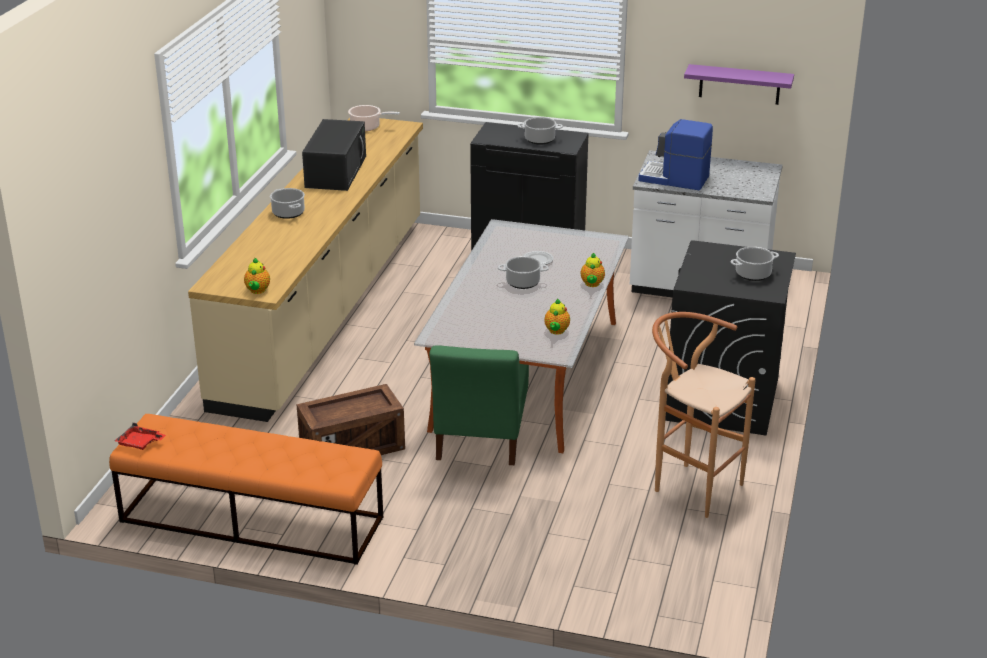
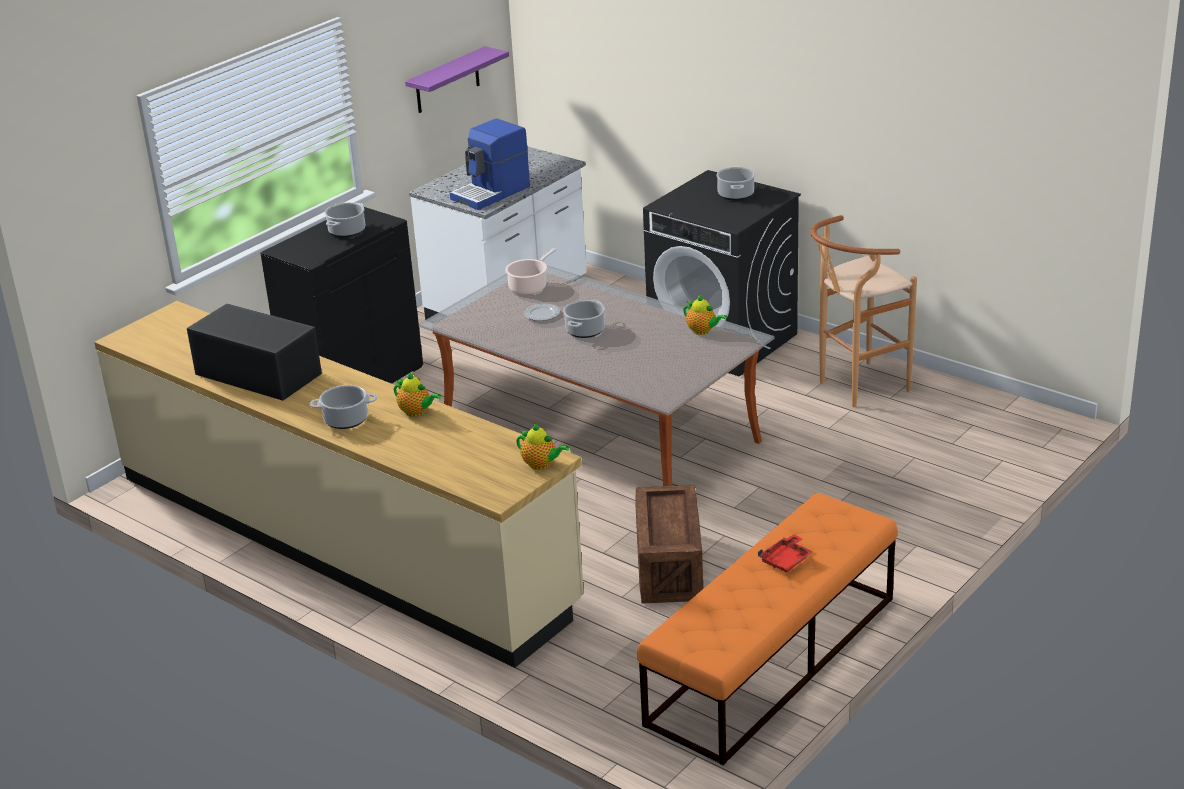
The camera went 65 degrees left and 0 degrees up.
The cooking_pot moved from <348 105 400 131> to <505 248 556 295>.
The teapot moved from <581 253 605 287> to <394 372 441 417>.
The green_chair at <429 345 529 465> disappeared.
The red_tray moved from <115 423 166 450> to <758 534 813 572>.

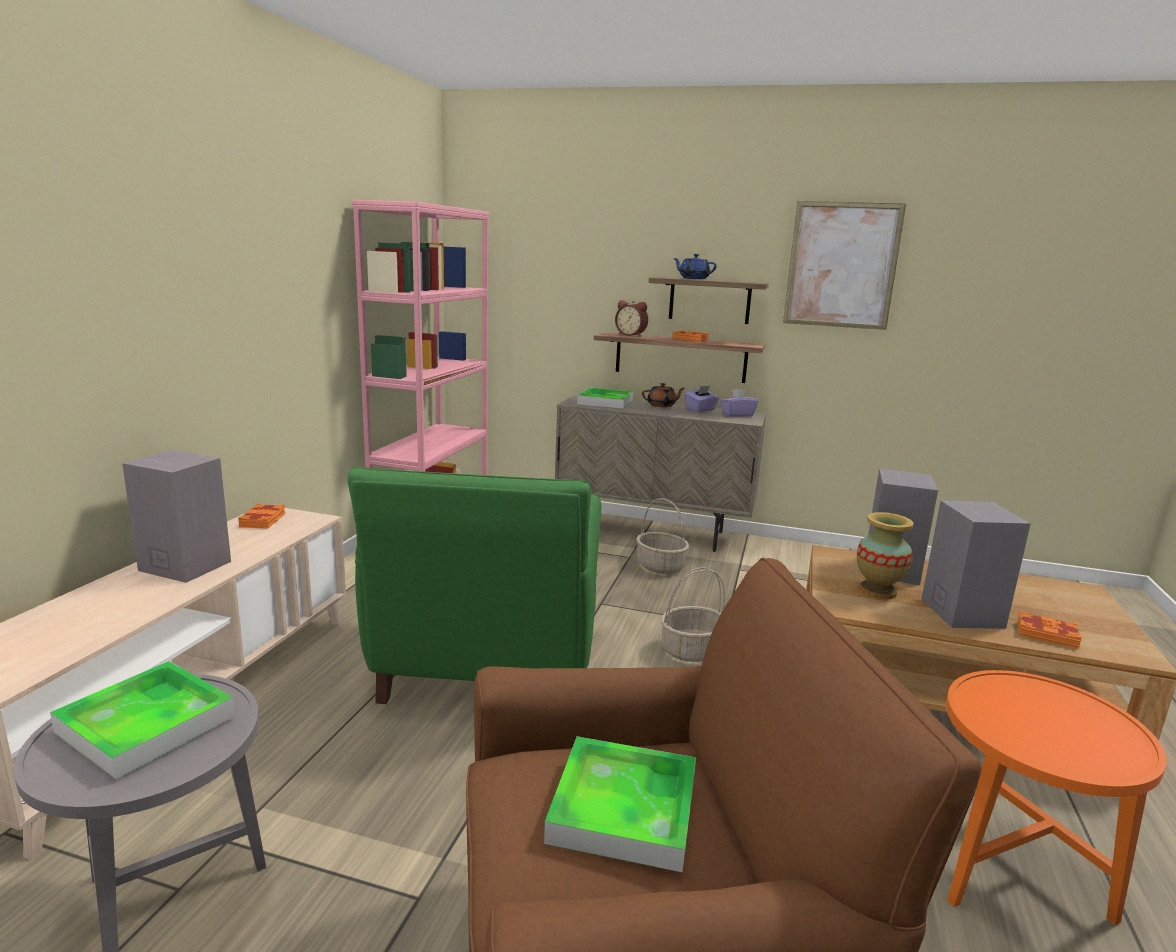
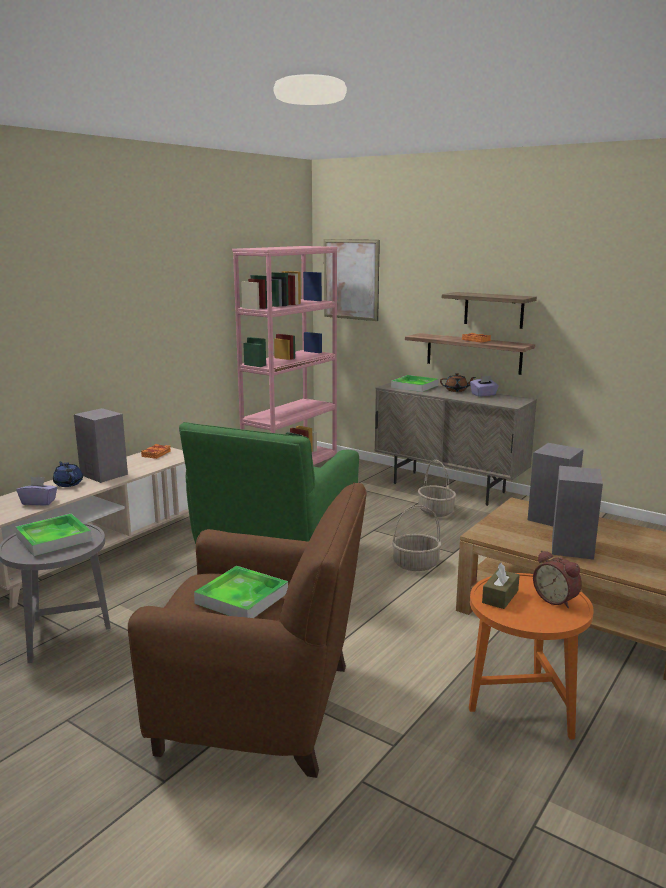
The camera went 20 degrees right and 0 degrees up.
The picture moved from <783 201 906 330> to <324 239 380 321>.
The blue_teapot moved from <673 254 717 279> to <53 461 83 487>.
The alarm_clock moved from <615 300 648 337> to <533 550 582 608>.
The purple_tissue_box moved from <720 389 758 417> to <17 477 57 505>.
The vase at <857 512 914 600> disappeared.
The orange_book at <1017 611 1082 649> disappeared.
The brown_tissue_box at <482 563 520 609> appeared.

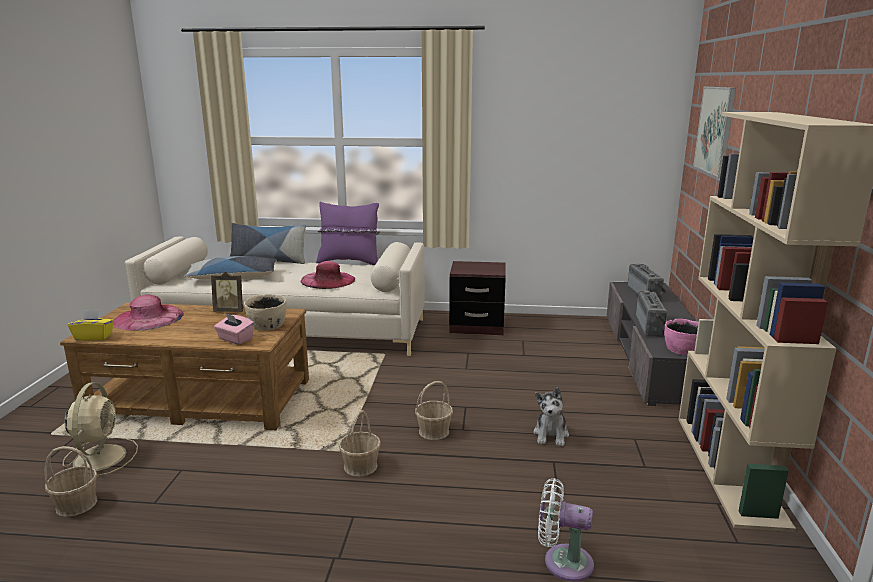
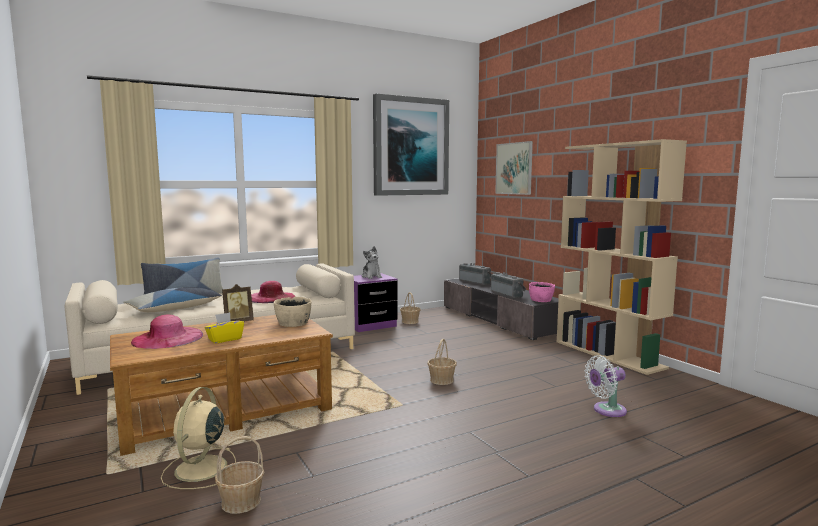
The camera went 35 degrees left and 10 degrees down.
The purple_pillow at <316 201 380 265> disappeared.
The brown_nightstand at <449 261 506 335> became the purple_nightstand at <354 273 398 332>.
The yellow_tissue_box moved from <68 310 114 341> to <205 312 244 343>.
The pink_tissue_box at <214 313 254 344> disappeared.
The beige_fan at <63 382 138 476> turned 135 degrees counterclockwise.
The plush_toy moved from <533 387 569 446> to <362 246 382 279>.
The basket moved from <339 410 381 477> to <400 292 421 324>.
The picture at <373 94 449 196> appeared.

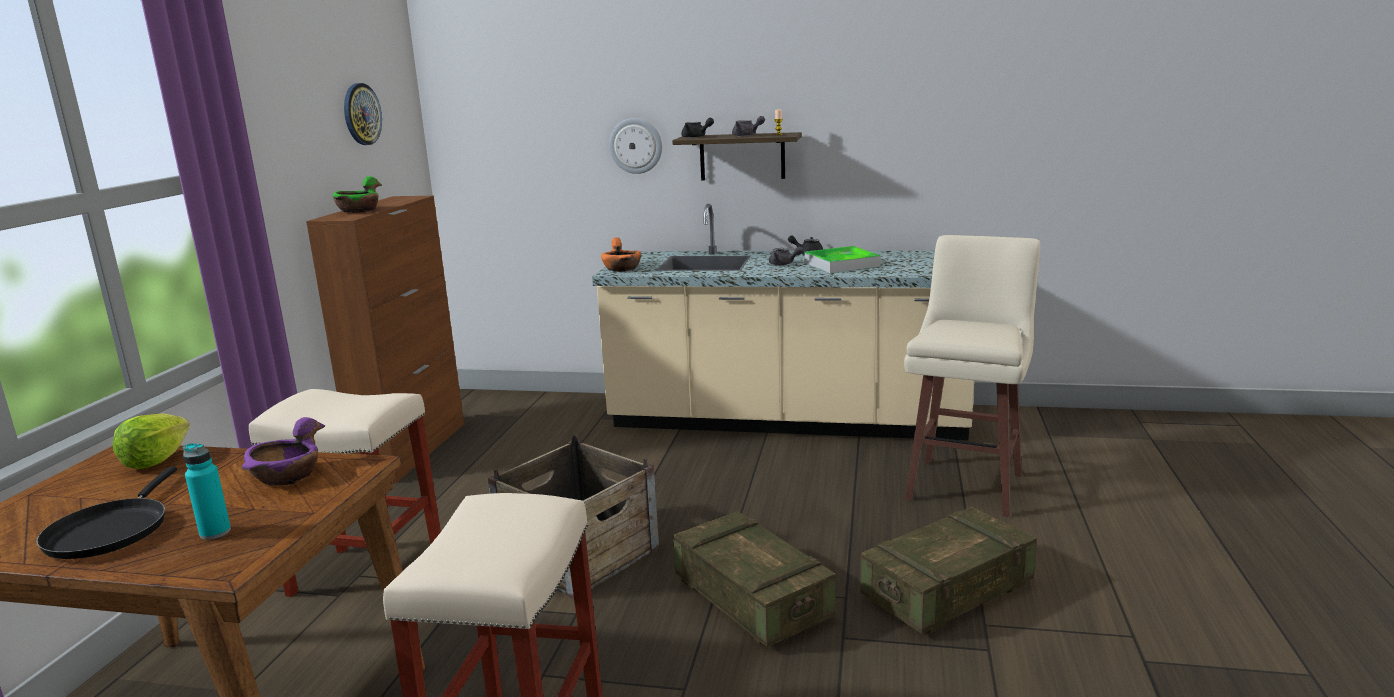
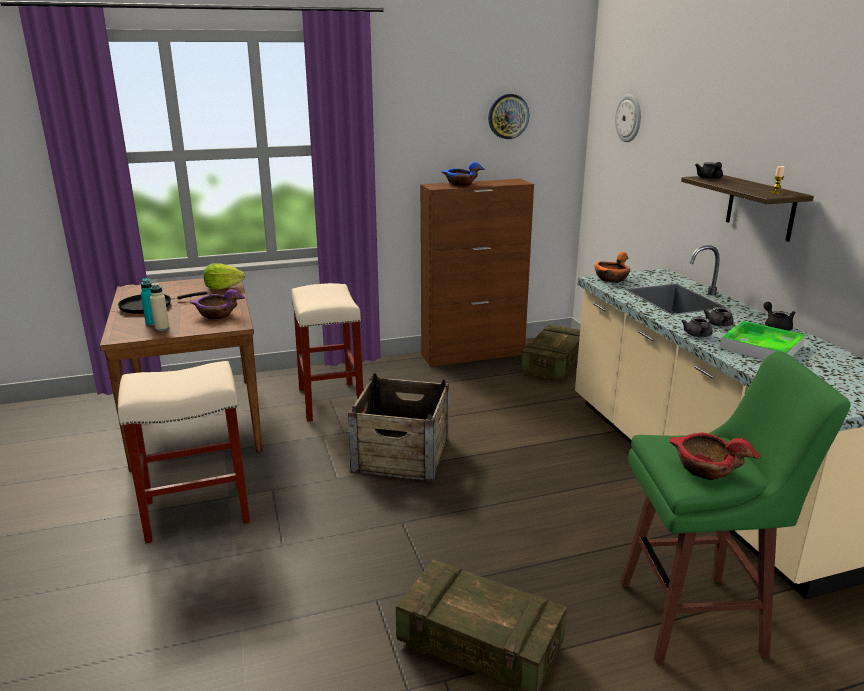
The camera went 60 degrees right and 5 degrees up.
The grey_teapot moved from <732 116 765 136> to <681 317 713 337>.
The wall_clock moved from <609 118 662 174> to <615 94 641 142>.
The green_bowl at <333 176 382 213> became the blue_bowl at <441 162 485 186>.
The beige_stool at <904 235 1040 517> became the green_stool at <620 351 851 664>.
The crate moved from <673 511 836 647> to <521 325 580 381>.
The beige_bottle at <150 282 170 331> appeared.
The red_bowl at <669 433 761 480> appeared.

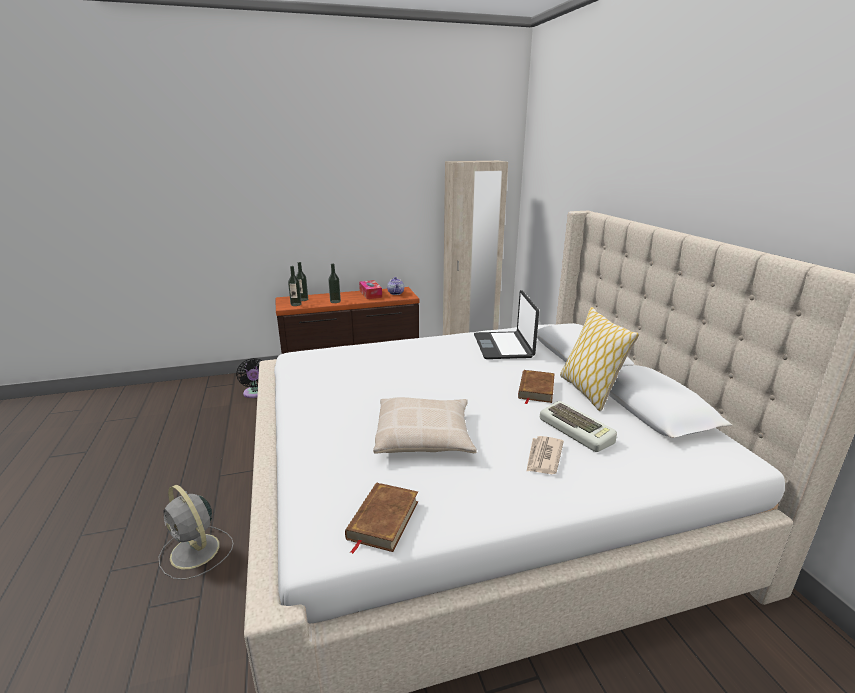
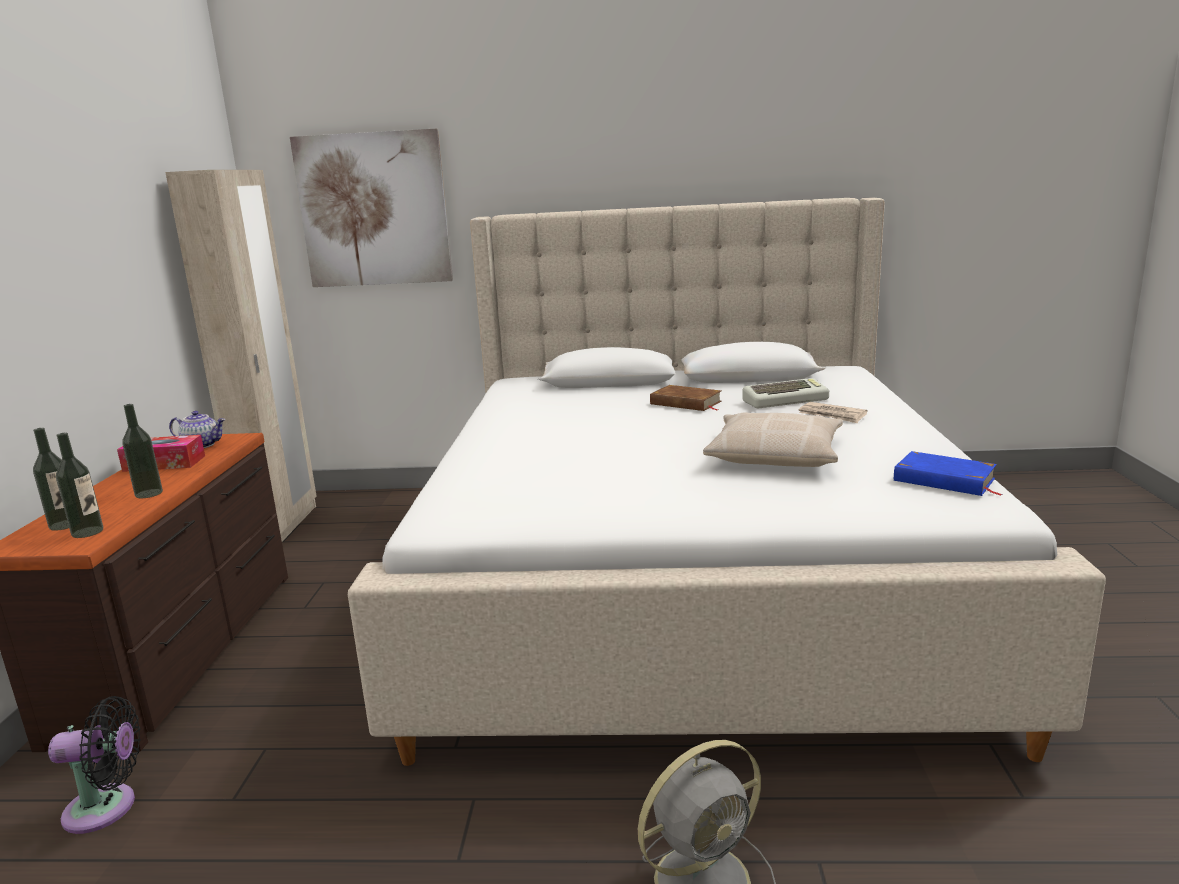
The camera went 70 degrees left and 5 degrees down.
The laptop at <474 290 539 359> disappeared.
The pillow at <560 307 639 411> disappeared.
The brown_book at <345 482 418 554> became the blue_book at <894 451 1002 496>.
The picture at <290 128 453 287> appeared.

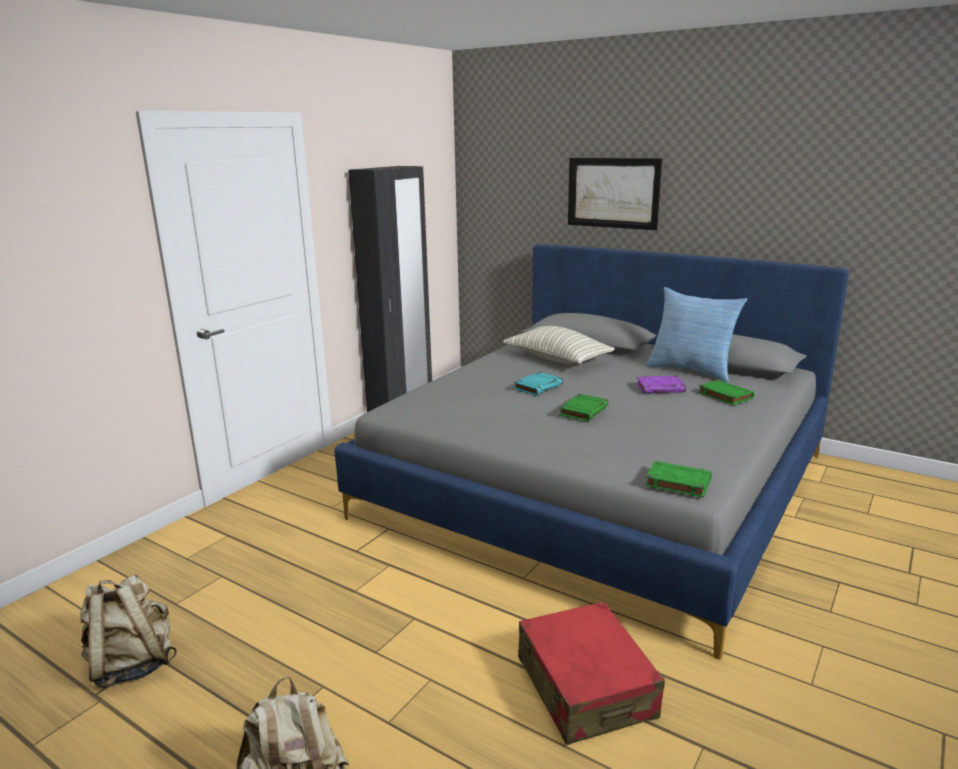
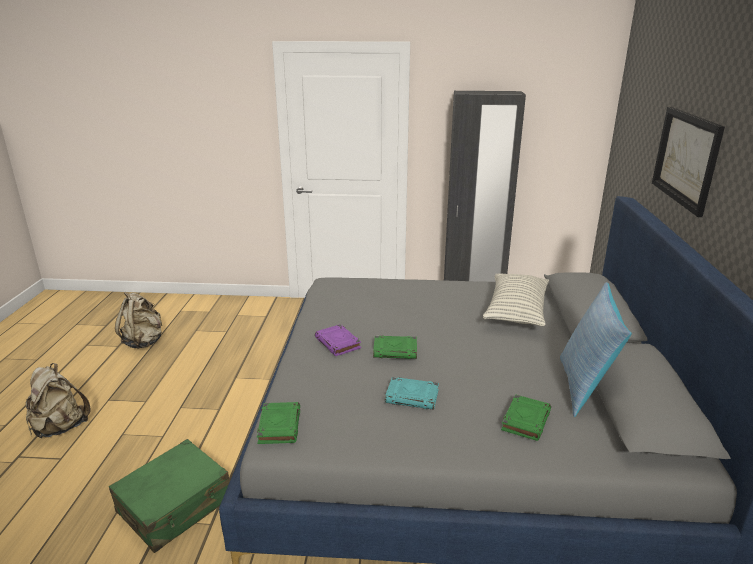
The camera went 60 degrees right and 5 degrees up.
The turquoise_book moved from <513 372 563 396> to <385 377 439 410>.
The purple_book moved from <636 375 686 394> to <315 324 361 356>.
The red_suitcase at <518 601 665 745> became the green_suitcase at <109 439 230 553>.

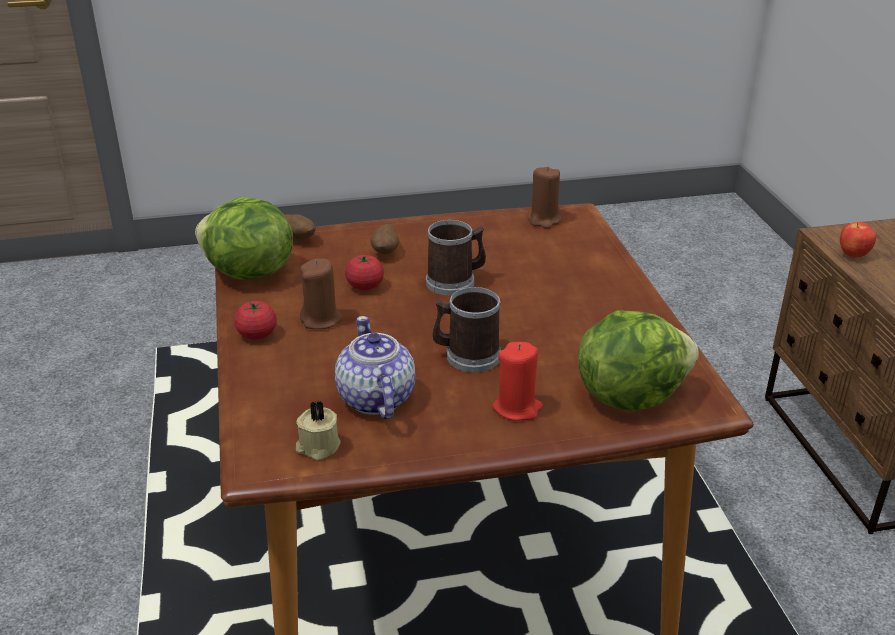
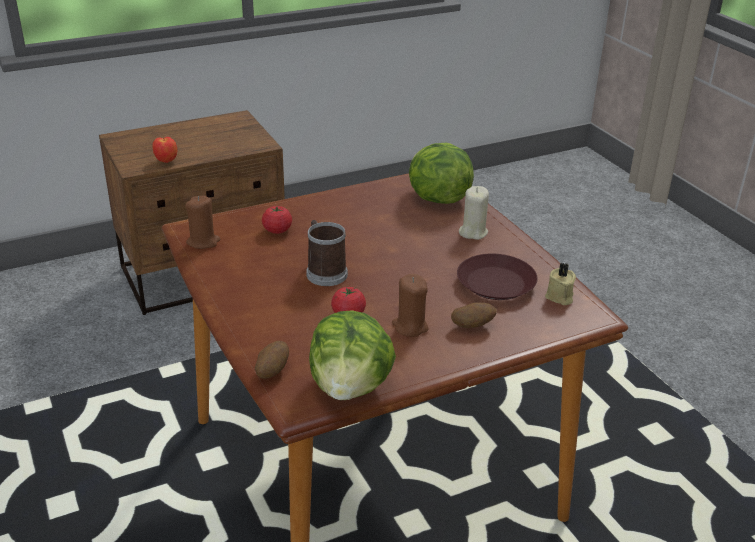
The camera went 105 degrees left and 0 degrees up.
The potato moved from <370 224 400 254> to <451 303 497 328>.
The mug at <433 287 501 373> disappeared.
The tomato moved from <234 301 277 340> to <262 206 292 234>.
The teapot at <335 316 415 419> was replaced by the brown_plate at <457 254 538 300>.
The red_candle at <492 342 543 421> became the beige_candle at <459 186 489 240>.

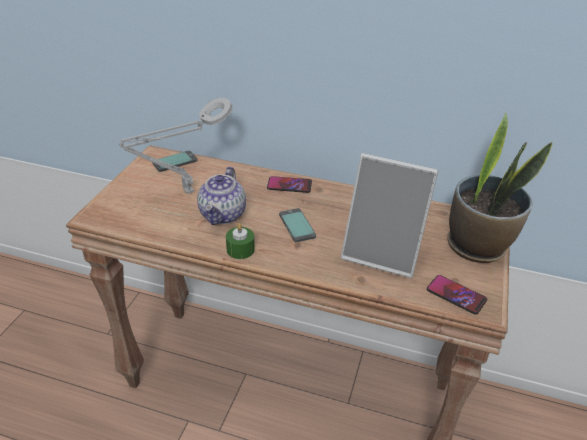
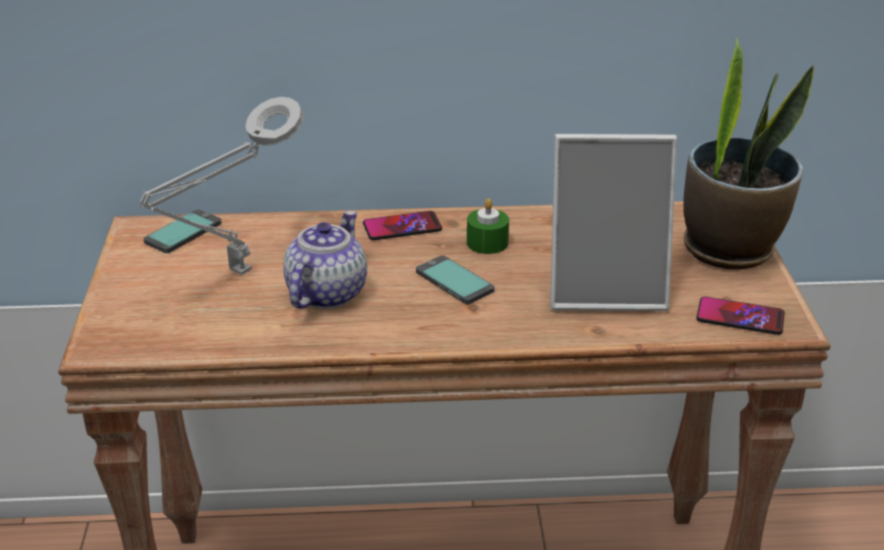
The camera went 20 degrees left and 5 degrees down.
The teapot at <197 167 246 225> turned 150 degrees counterclockwise.
The green_candle moved from <226 223 255 259> to <467 199 509 254>.

